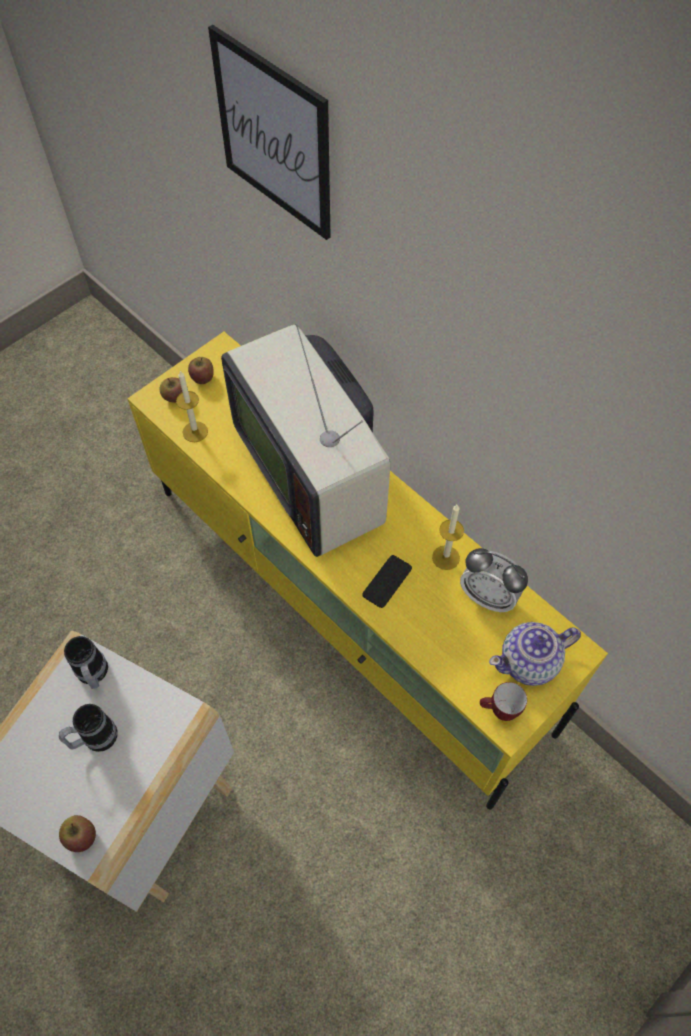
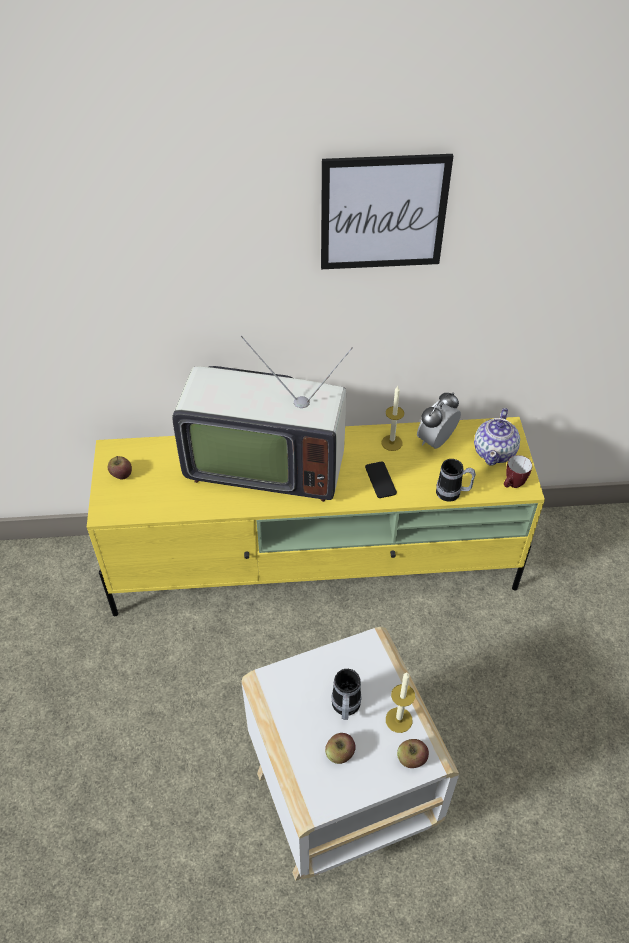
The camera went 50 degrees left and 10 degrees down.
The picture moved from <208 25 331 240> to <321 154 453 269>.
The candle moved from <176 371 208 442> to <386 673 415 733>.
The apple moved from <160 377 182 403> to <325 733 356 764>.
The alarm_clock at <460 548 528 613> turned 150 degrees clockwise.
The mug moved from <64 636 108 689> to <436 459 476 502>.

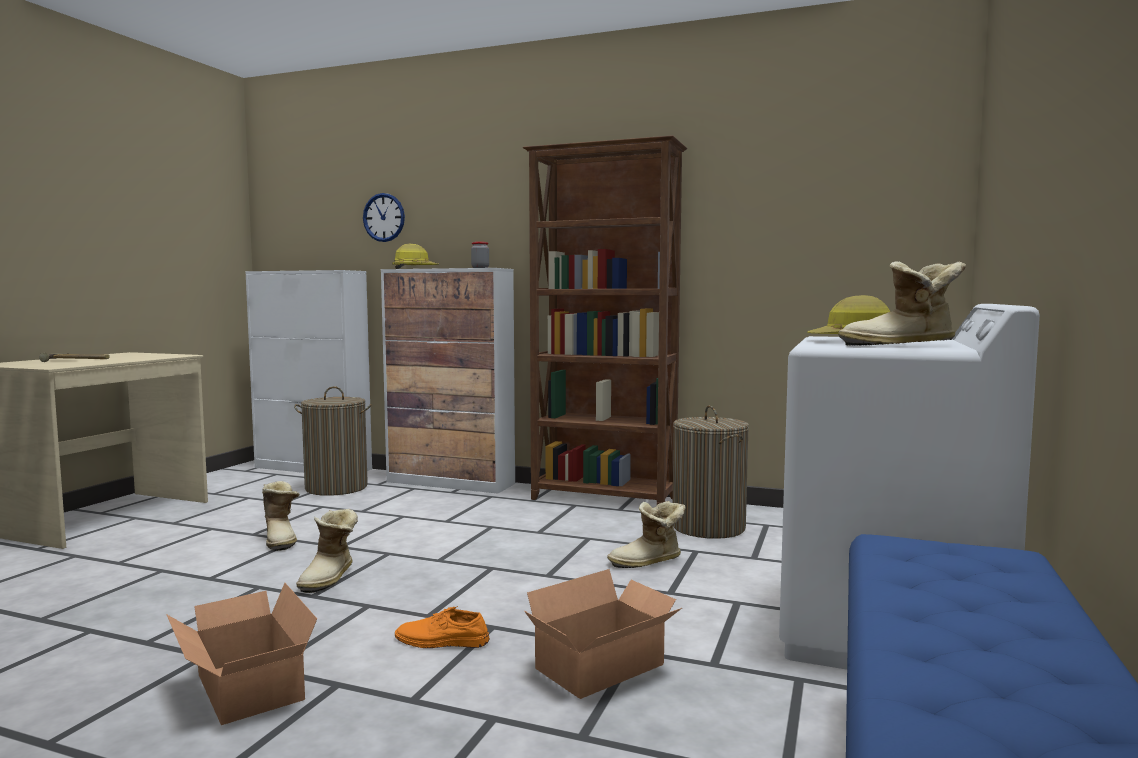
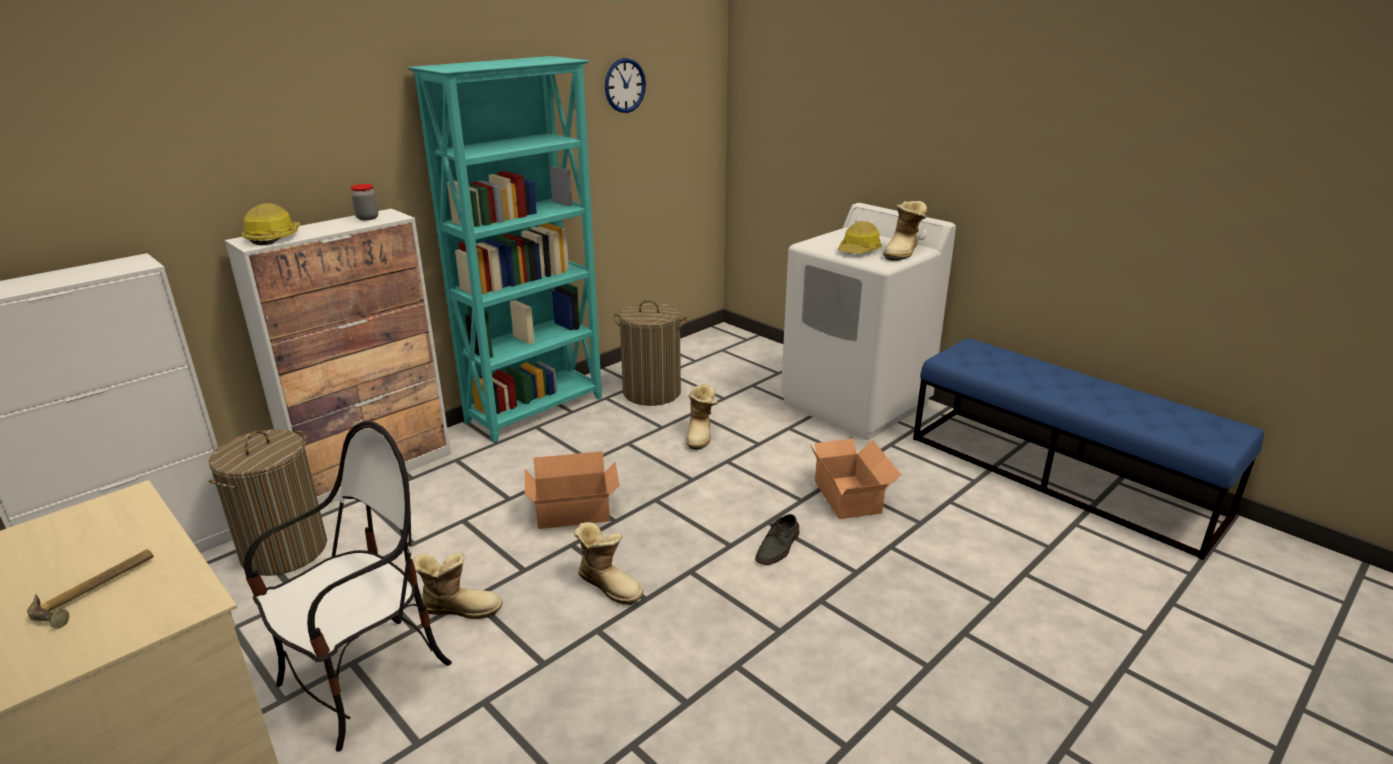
The camera went 65 degrees left and 20 degrees up.
The brown_bookcase at <522 135 687 505> became the turquoise_bookcase at <408 56 602 442>.
The wall_clock moved from <363 193 405 242> to <605 58 646 113>.
The cardboard_box moved from <167 583 317 725> to <525 451 620 529>.
The orange_shoe at <395 606 490 648> became the grey_shoe at <755 514 799 565>.
The chair at <244 421 452 752> appeared.

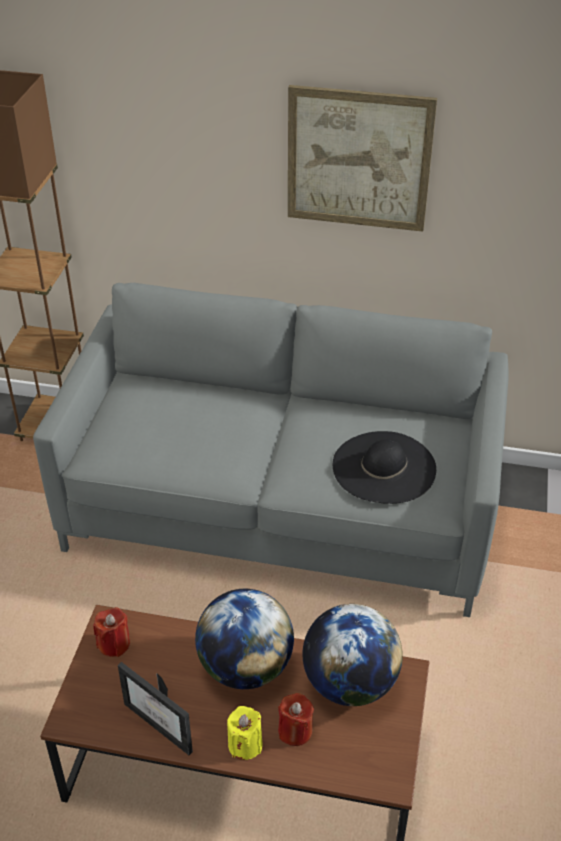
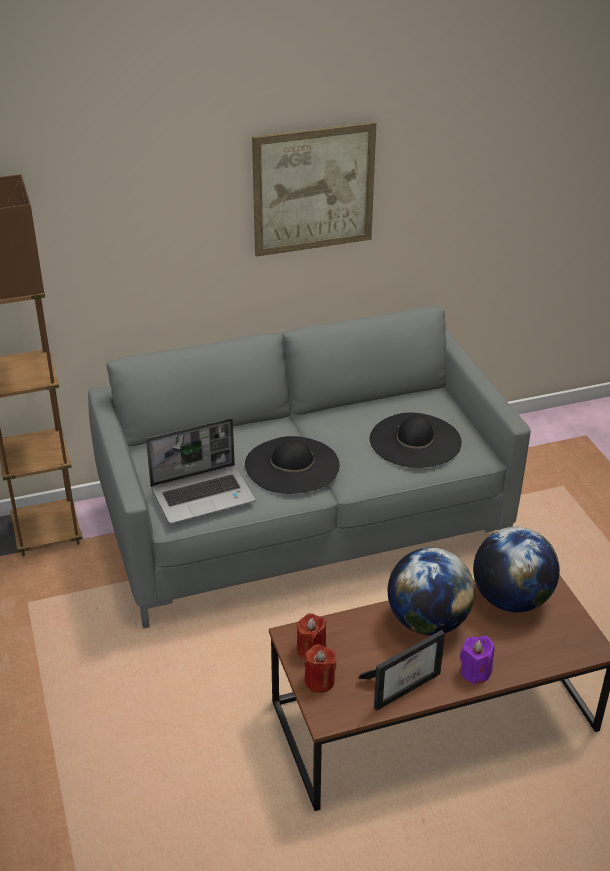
The camera went 30 degrees left and 5 degrees down.
The picture_frame at <118 662 193 755> turned 45 degrees counterclockwise.
The red_candle moved from <278 693 314 746> to <304 645 337 693>.
The yellow_candle at <227 706 263 760> became the purple_candle at <460 636 494 684>.
The laptop at <146 418 256 524> appeared.
The black_hat at <245 436 339 494> appeared.

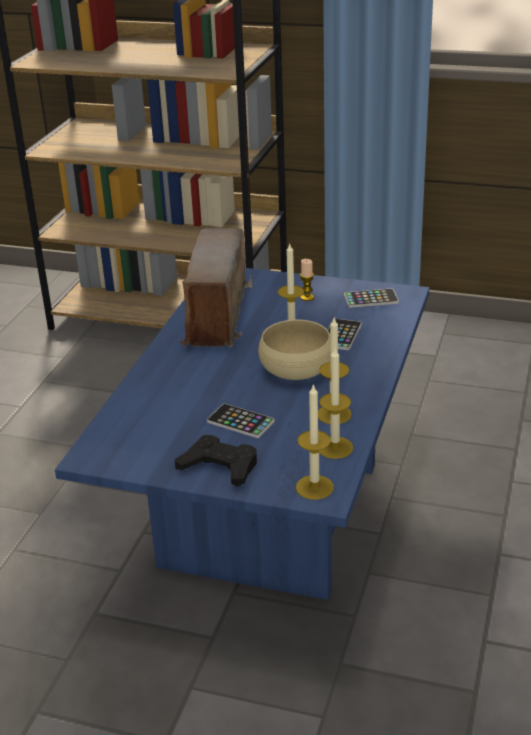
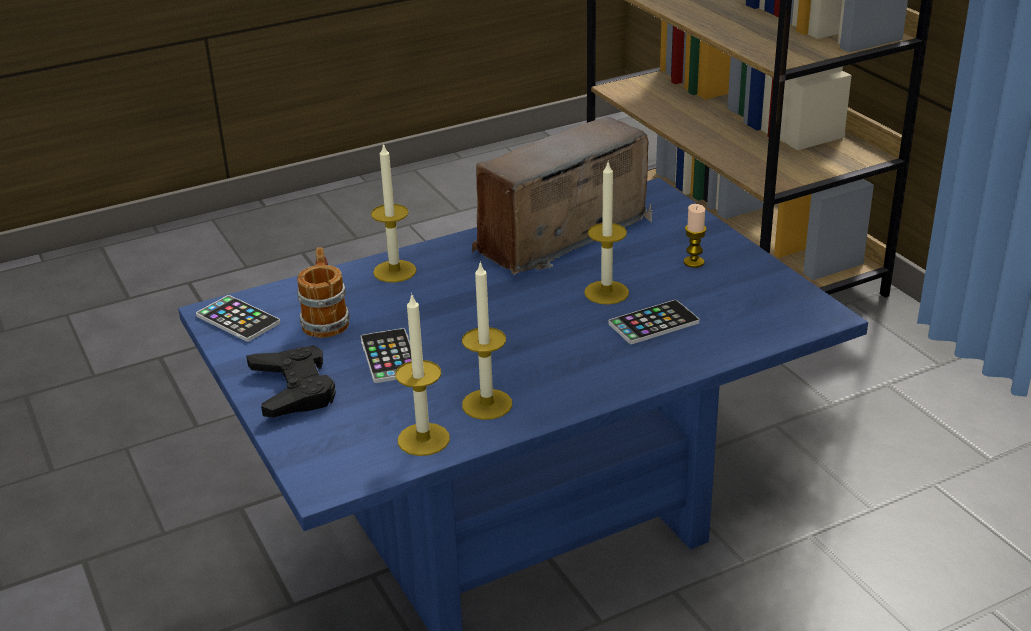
The camera went 45 degrees right and 0 degrees up.
The phone moved from <344 288 399 308> to <196 295 280 342>.
The beige_bowl at <258 320 330 380> disappeared.
The candle moved from <296 383 334 500> to <371 143 417 283>.
The mug at <297 247 350 338> appeared.

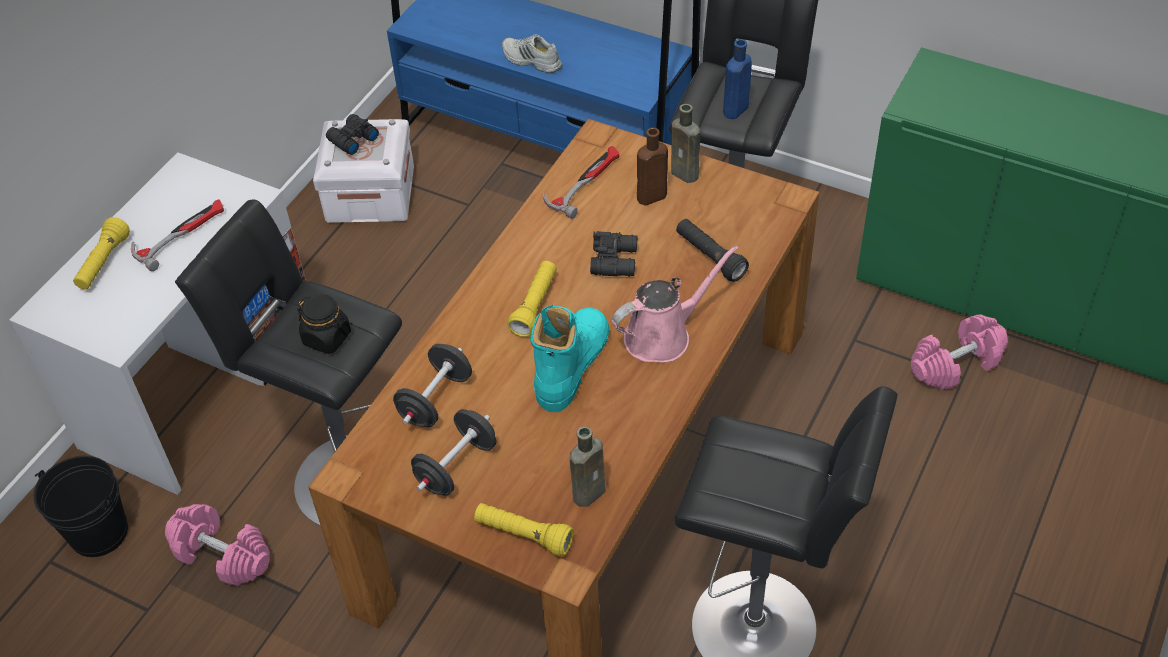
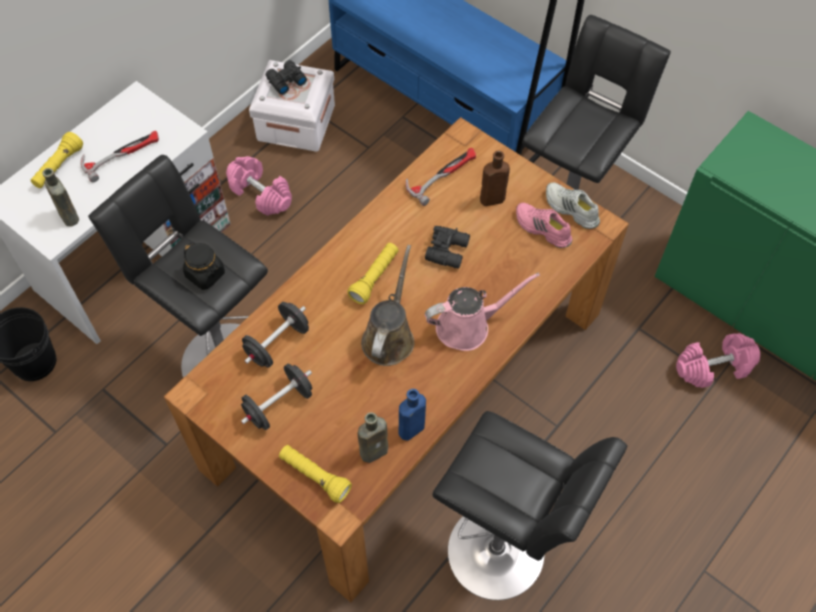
The camera went 10 degrees right and 10 degrees up.
The white_shoe moved from <502 34 562 73> to <546 182 600 229>.
The blue_bottle moved from <723 39 752 119> to <399 389 426 441>.
The brown_bottle moved from <671 104 700 183> to <42 168 79 226>.
The black_flashlight at <676 219 749 282> disappeared.
The turquoise_boot at <530 305 609 412> was replaced by the brown_watering_can at <361 245 414 366>.
The pink_dumbbell moved from <165 504 270 586> to <226 156 292 216>.
The pink_shoe at <516 203 572 248> appeared.

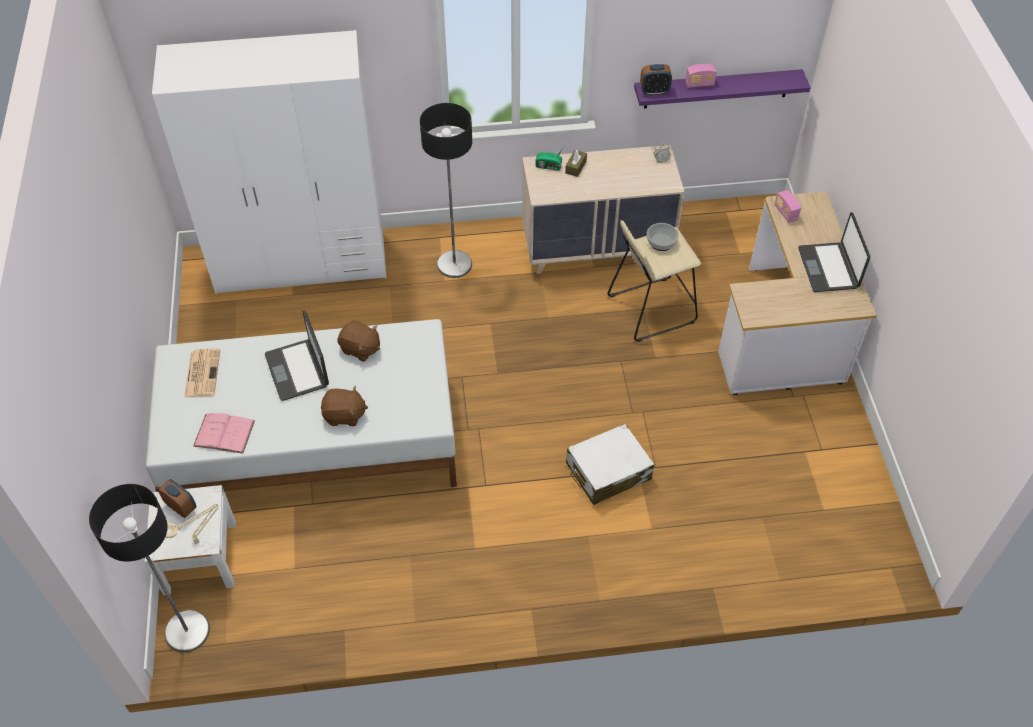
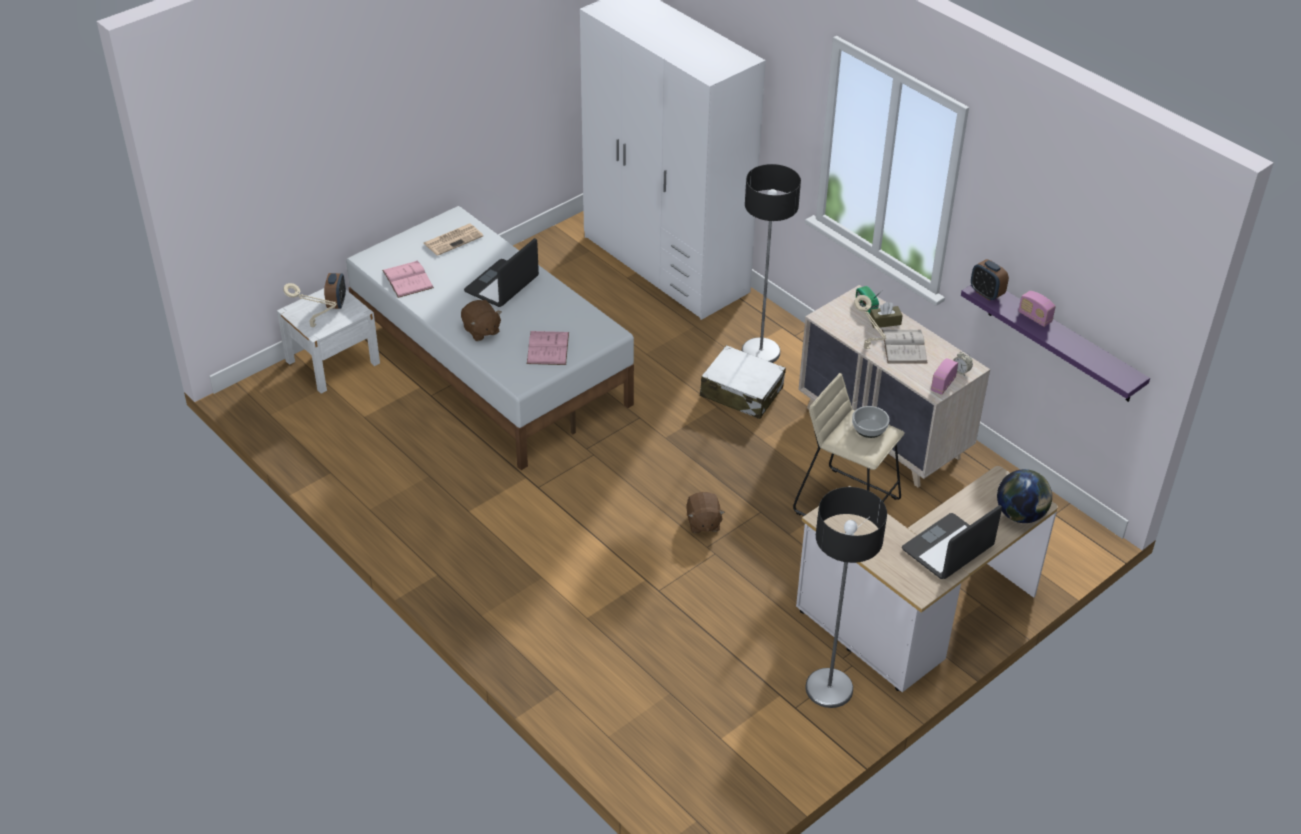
The camera went 55 degrees right and 10 degrees down.
The radio moved from <774 190 801 223> to <931 358 958 395>.
The brown_plush_toy moved from <337 320 380 362> to <686 492 725 533>.
The white_suitcase moved from <566 424 654 505> to <700 345 786 419>.
The floor_lamp moved from <89 484 210 652> to <805 487 887 708>.
The beige_table_lamp at <854 295 887 349> appeared.
The white_book at <882 330 928 364> appeared.
The pink_book at <527 331 569 365> appeared.
The globe at <997 469 1052 523> appeared.

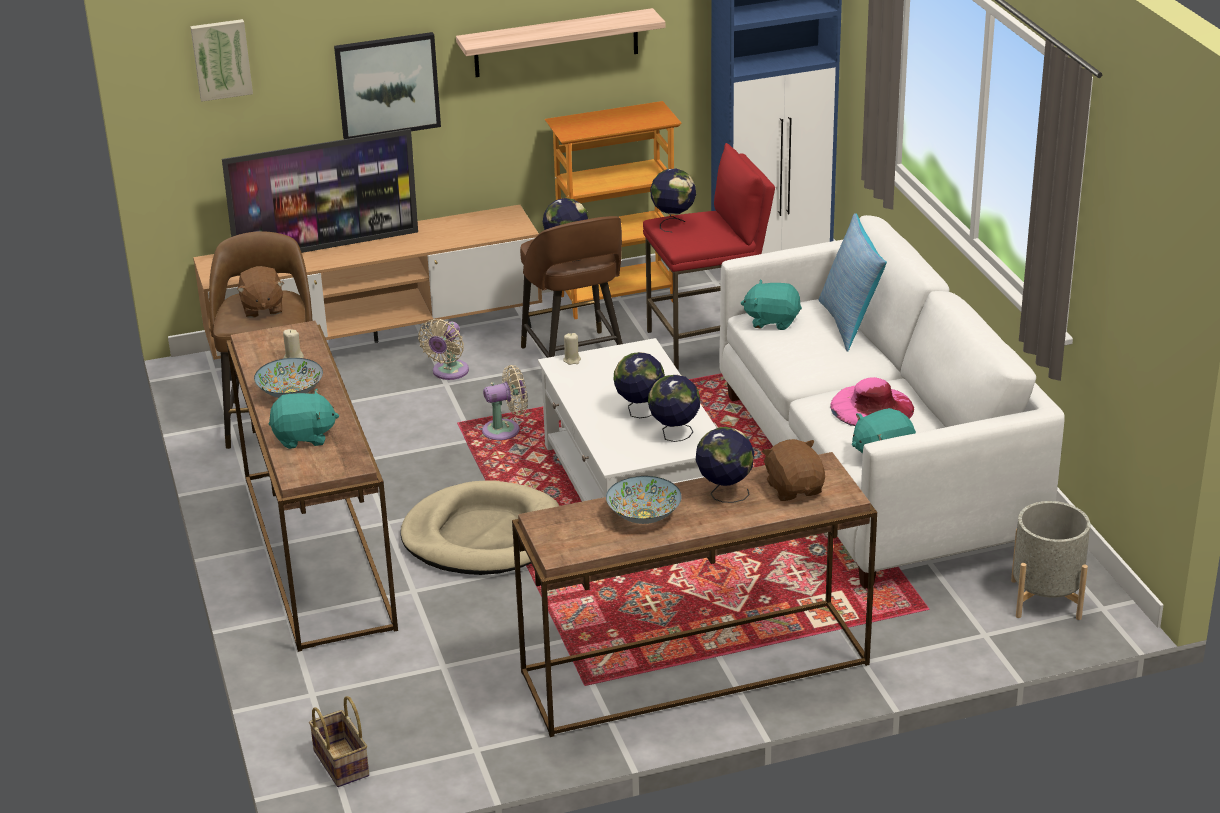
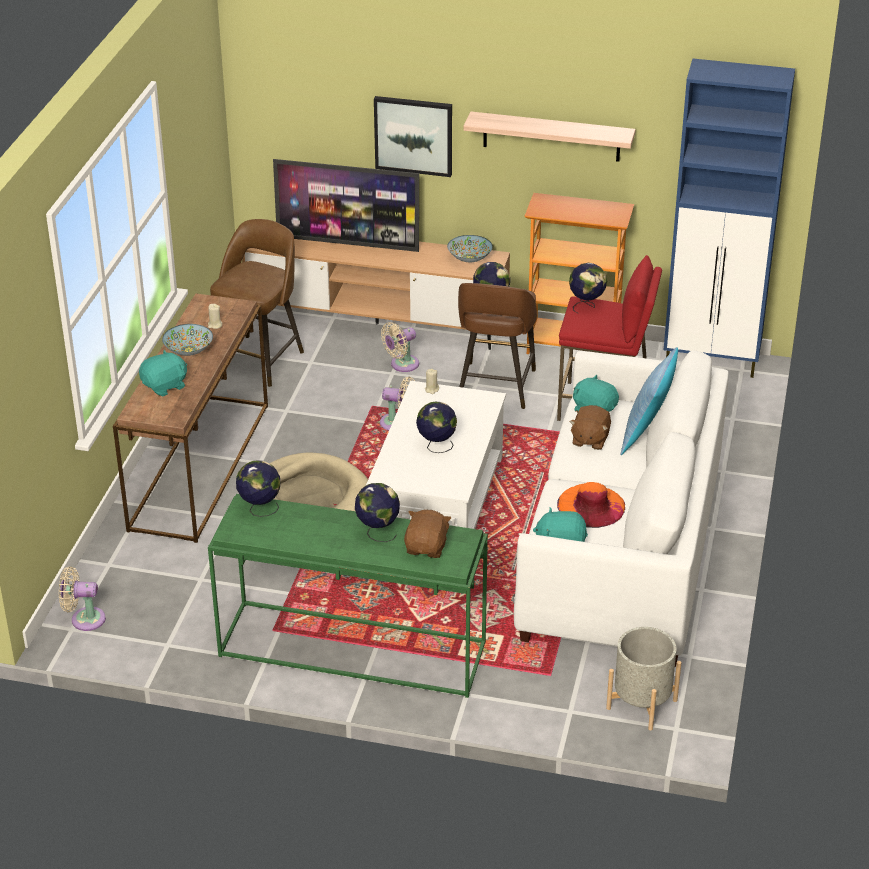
The camera went 30 degrees right and 5 degrees up.
The picture at <190 19 253 102> disappeared.
The brown_plush_toy moved from <237 266 284 318> to <569 405 611 450>.
The globe moved from <648 375 700 442> to <236 460 280 517>.
The pink_hat at <830 377 914 426> became the orange_hat at <557 482 625 528>.
The turquoise_plush_toy at <269 389 339 449> turned 60 degrees counterclockwise.
The brown_console_table at <512 452 877 737> became the green_console_table at <208 494 488 698>.
The bowl moved from <606 476 682 524> to <447 235 493 262>.
The basket at <309 696 369 787> was replaced by the beige_fan at <59 566 106 631>.

